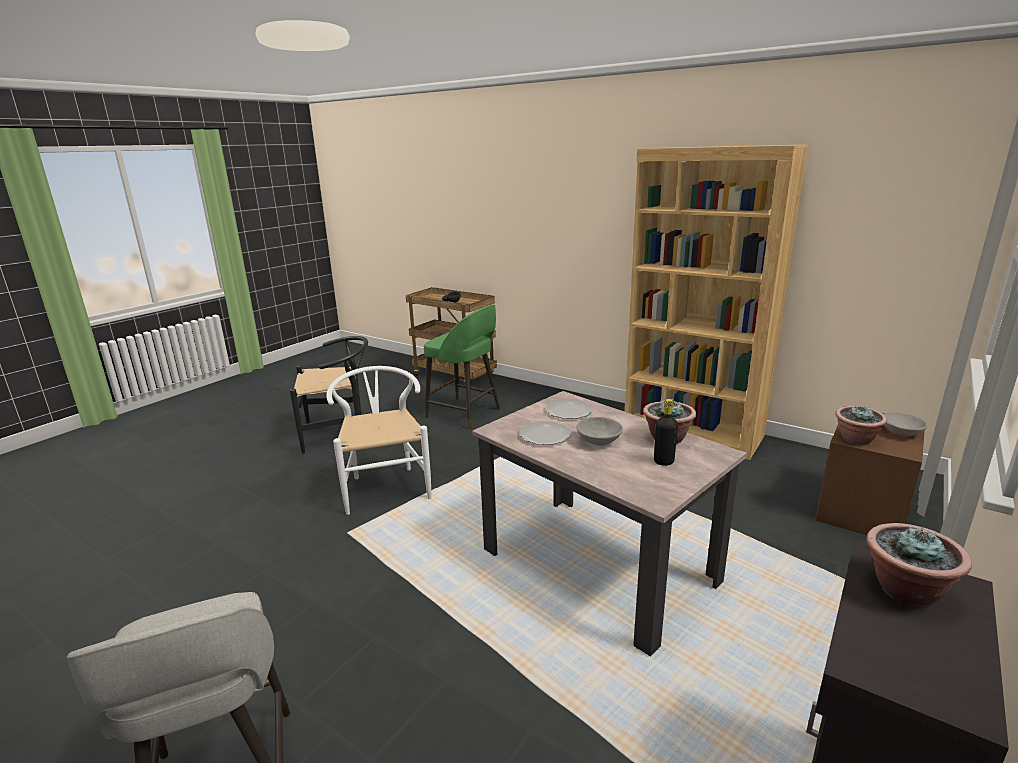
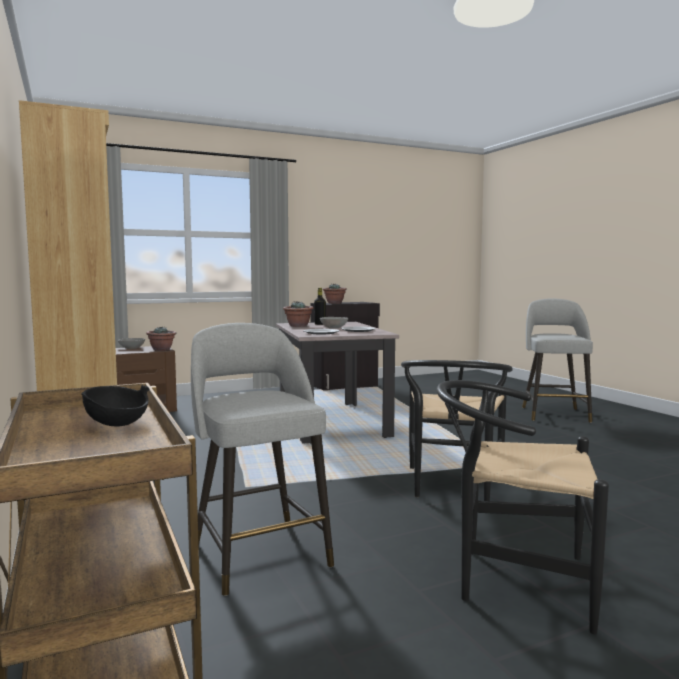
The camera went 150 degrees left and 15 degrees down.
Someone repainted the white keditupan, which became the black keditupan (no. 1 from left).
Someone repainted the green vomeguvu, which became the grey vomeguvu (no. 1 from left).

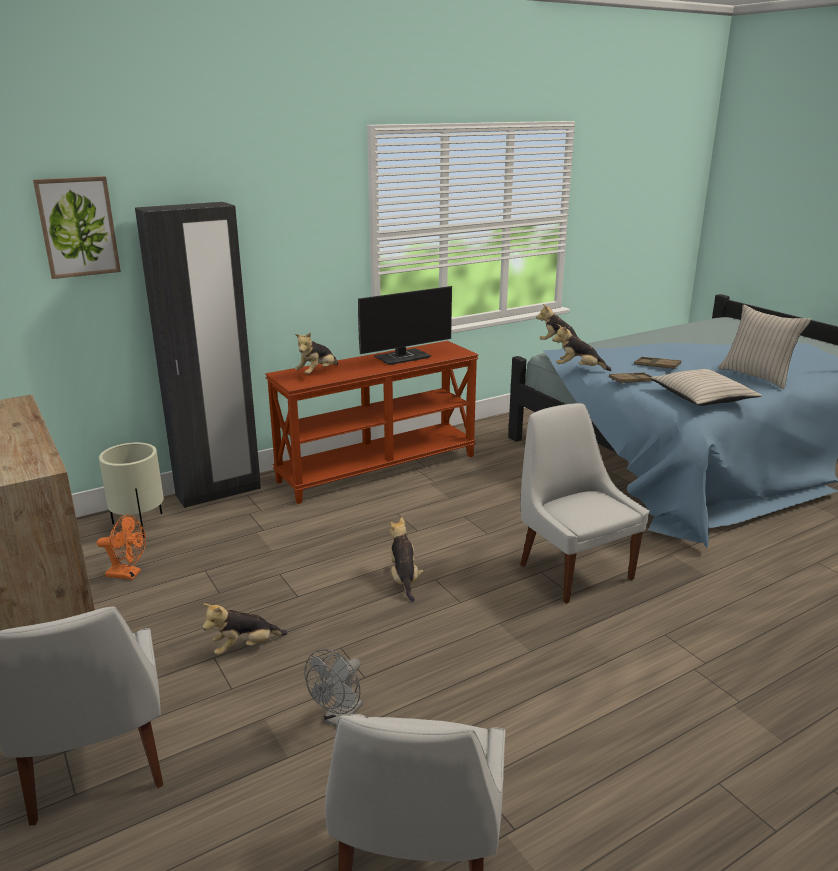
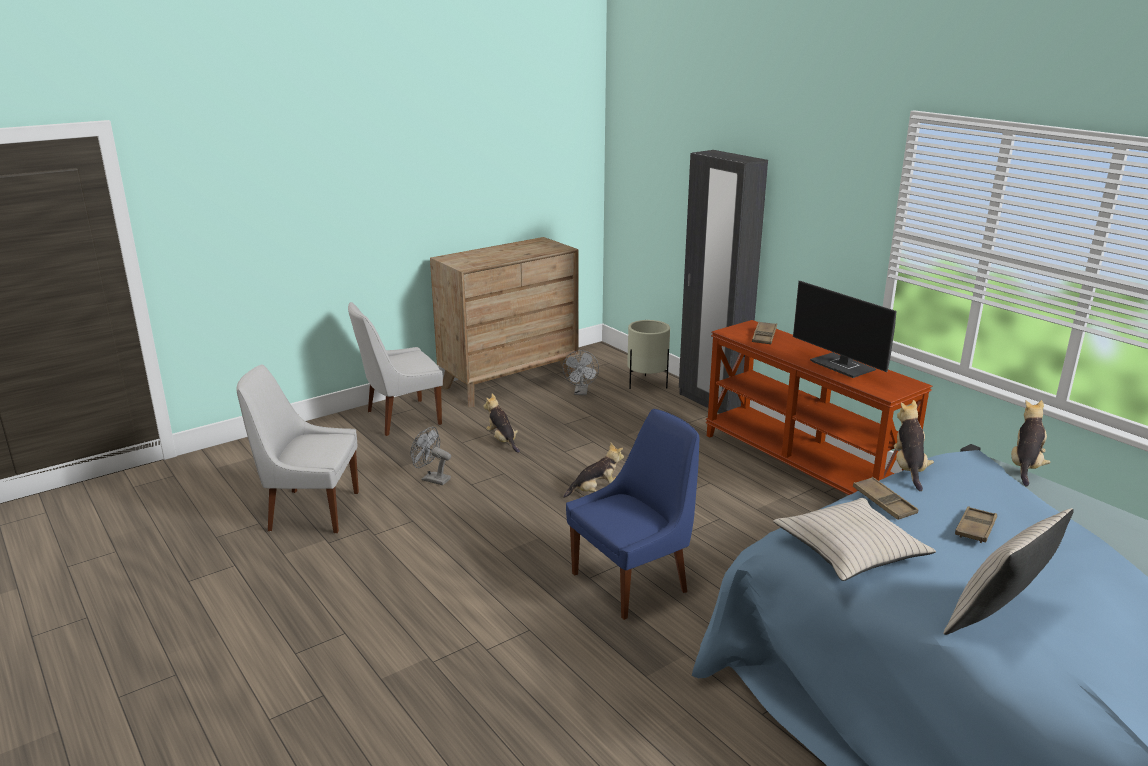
The camera went 85 degrees right and 0 degrees up.
Someone took away the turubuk.
Someone swapped the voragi (no. 2 from left) for the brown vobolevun (no. 1 from left).
Someone repainted the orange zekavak, which became the grey zekavak (no. 2 from left).
Someone repainted the white keditupan (no. 3 from left), which became the blue keditupan.

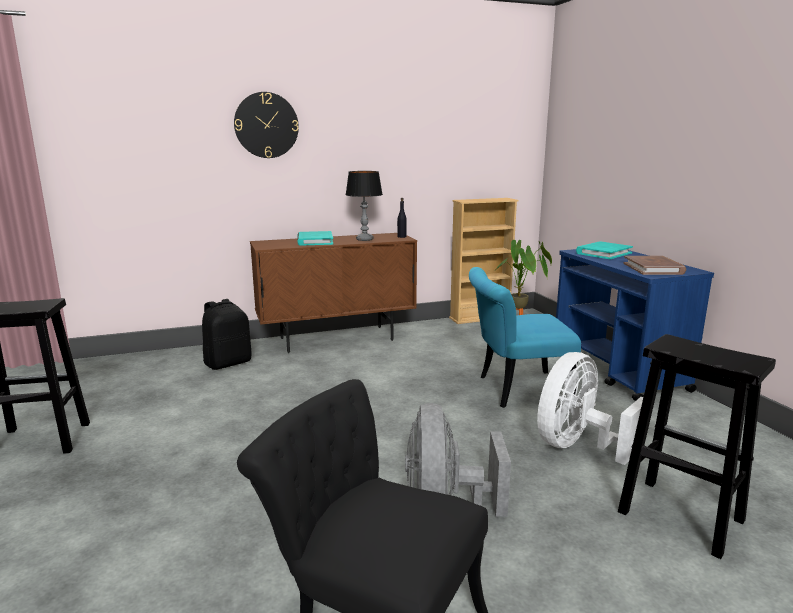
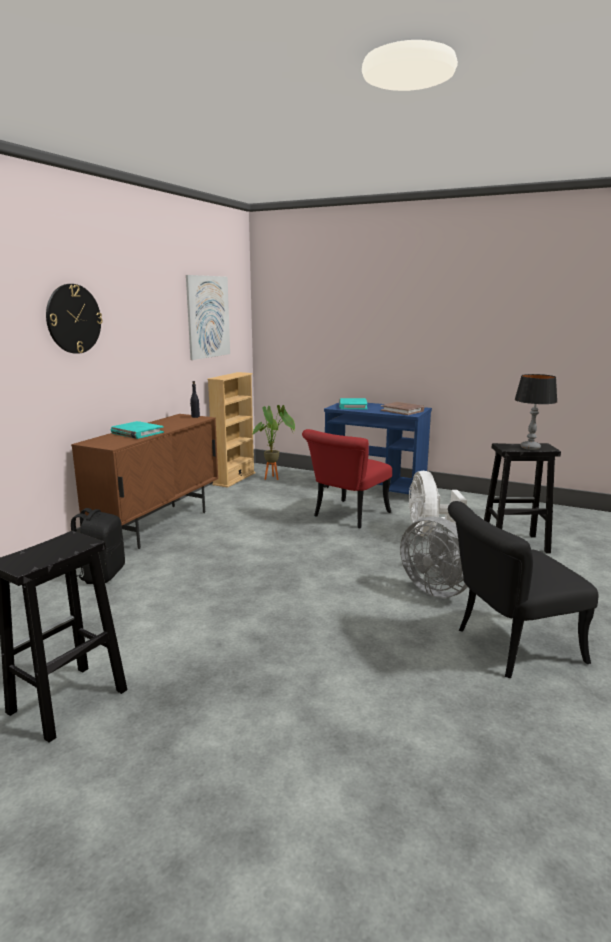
The camera went 45 degrees left and 0 degrees up.
Someone put up the turubuk.
Someone carried the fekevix.
Someone repainted the turquoise keditupan, which became the red keditupan.

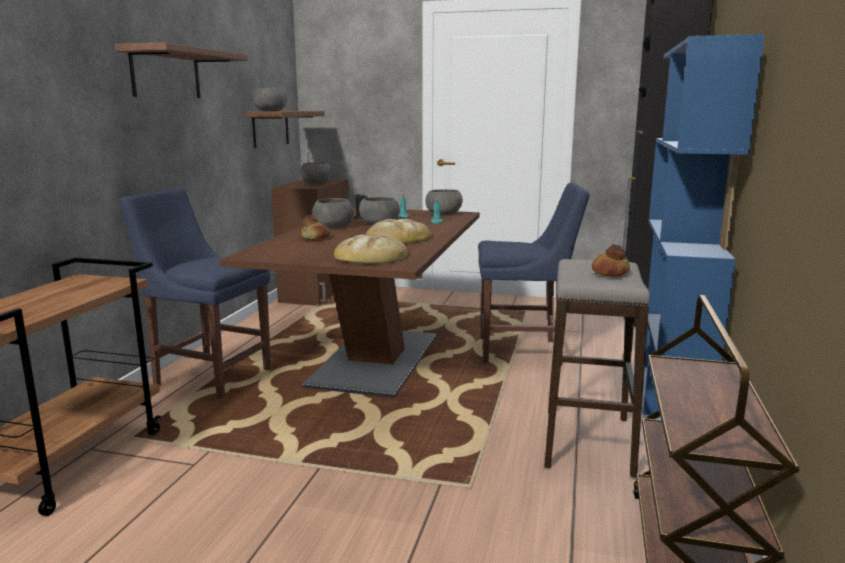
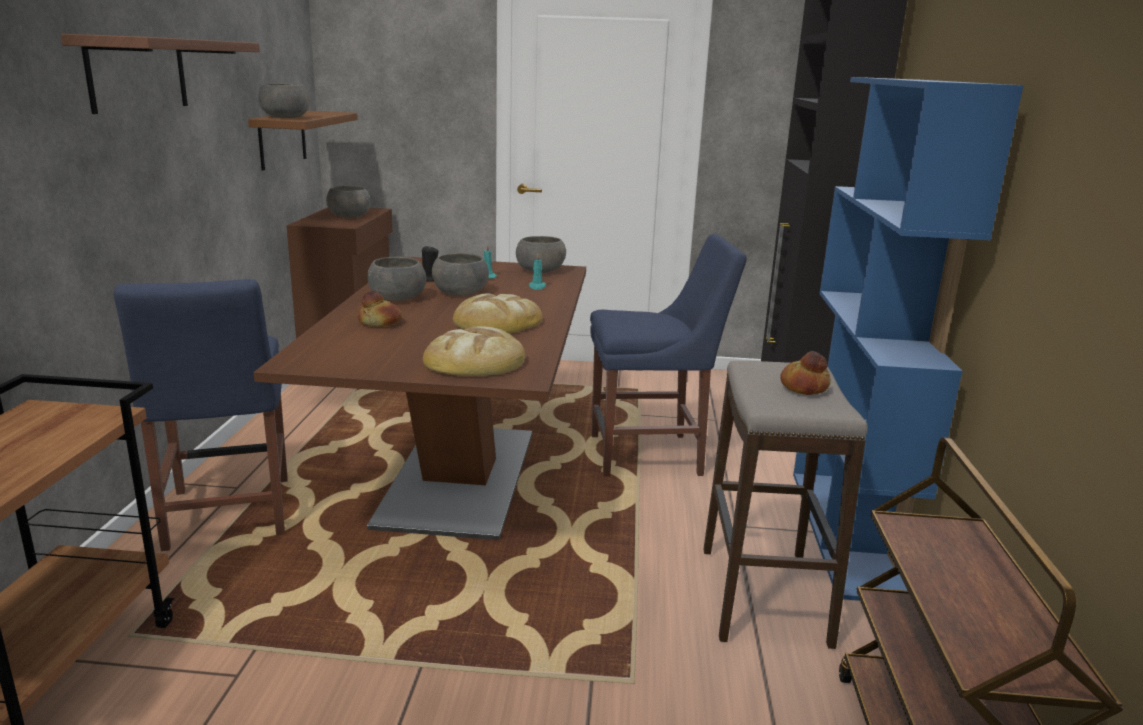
The camera went 10 degrees left and 5 degrees up.
Someone rotated the blue keditupan (no. 1 from left) by 120 degrees counterclockwise.

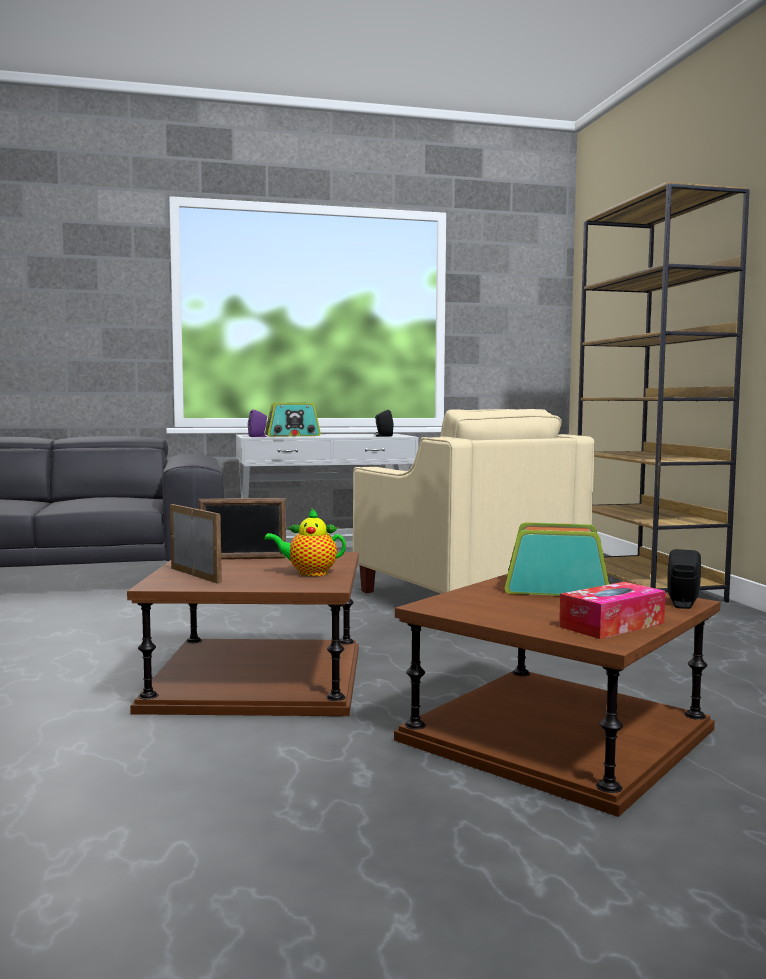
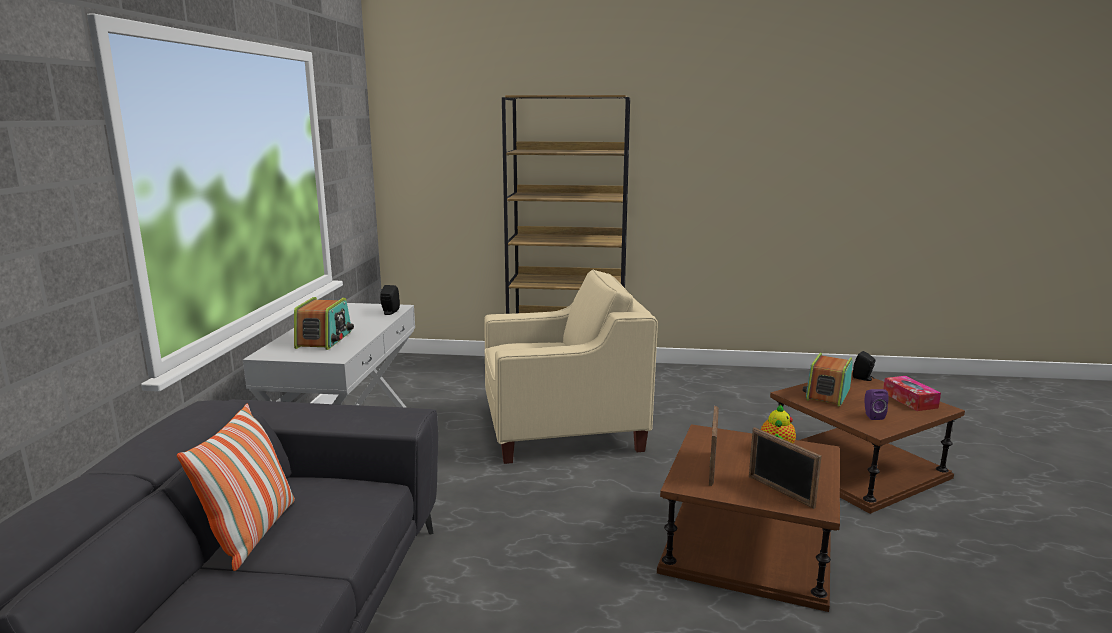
The camera went 70 degrees left and 10 degrees up.
Someone put down the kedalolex.
Someone carried the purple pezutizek.
Someone rotated the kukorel (no. 1 from left in the first image) by 105 degrees counterclockwise.

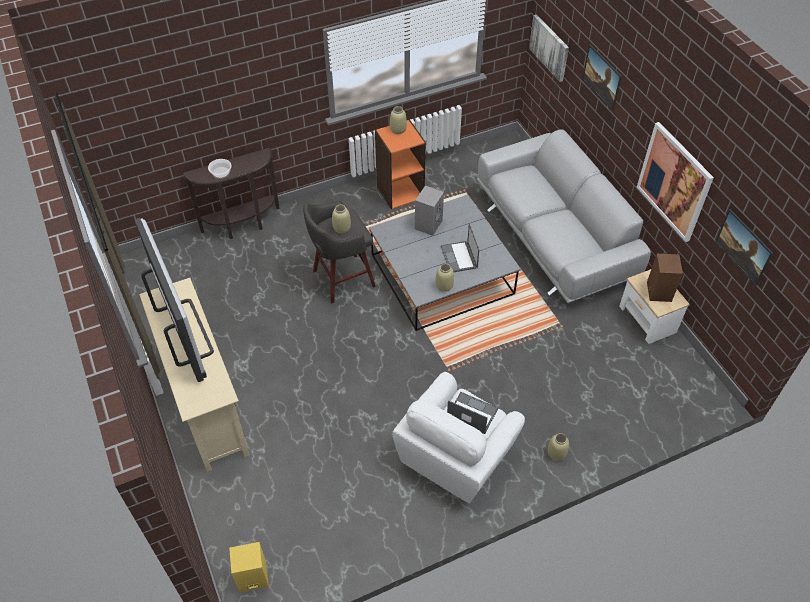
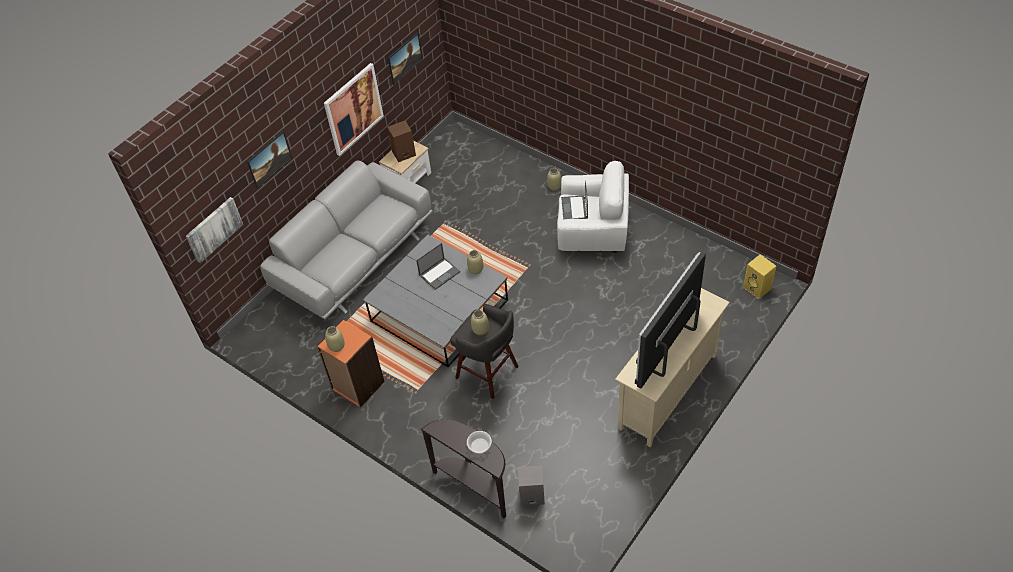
The camera went 115 degrees left and 0 degrees up.
Someone carried the grey pezutizek.

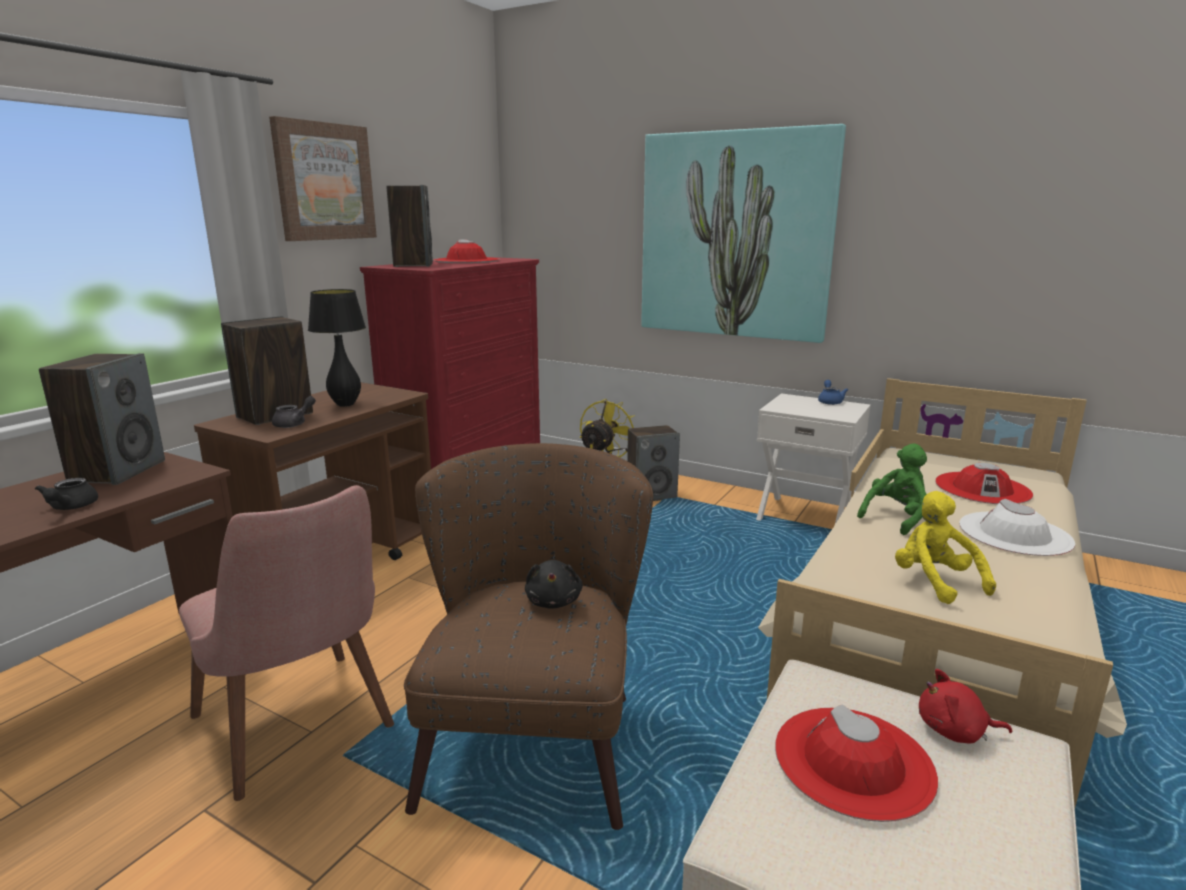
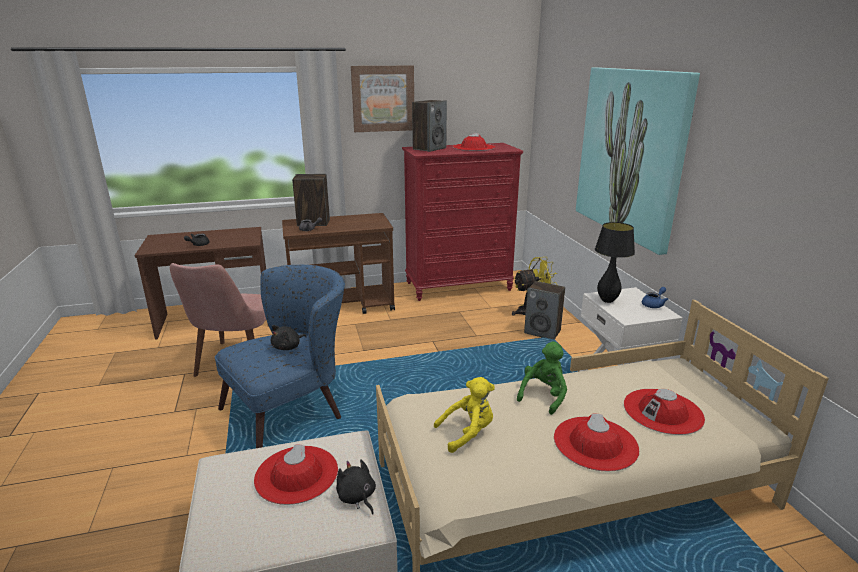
The camera went 45 degrees right and 5 degrees up.
Someone took away the pezutizek (no. 1 from left).
Someone carried the black fekevix.
Someone repainted the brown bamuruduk, which became the blue bamuruduk.
Someone repainted the red voragi, which became the black voragi (no. 2 from left).
Someone repainted the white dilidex, which became the red dilidex (no. 3 from left).
Someone rotated the green voragi by 60 degrees counterclockwise.
Someone rotated the yellow voragi by 45 degrees clockwise.

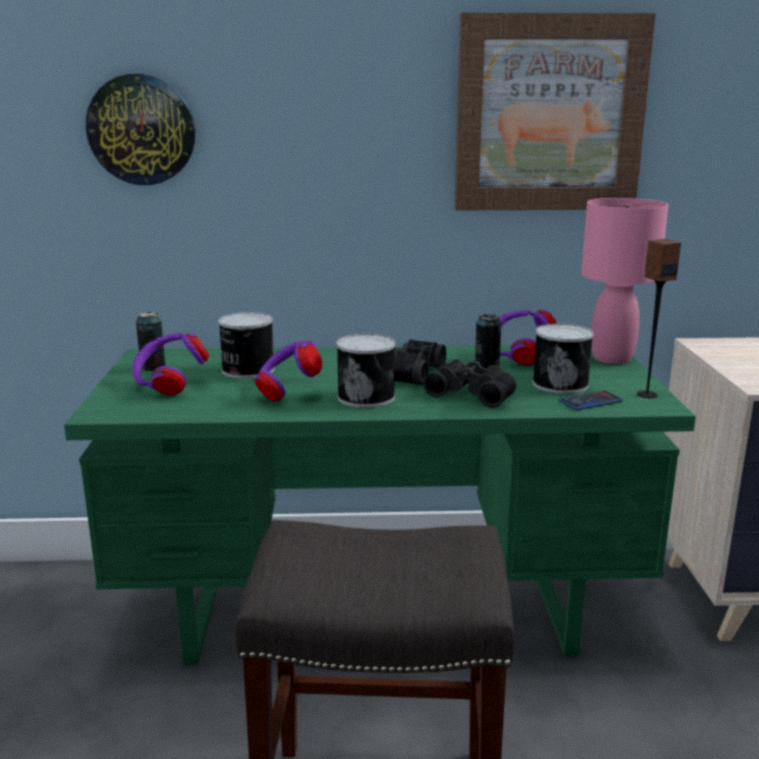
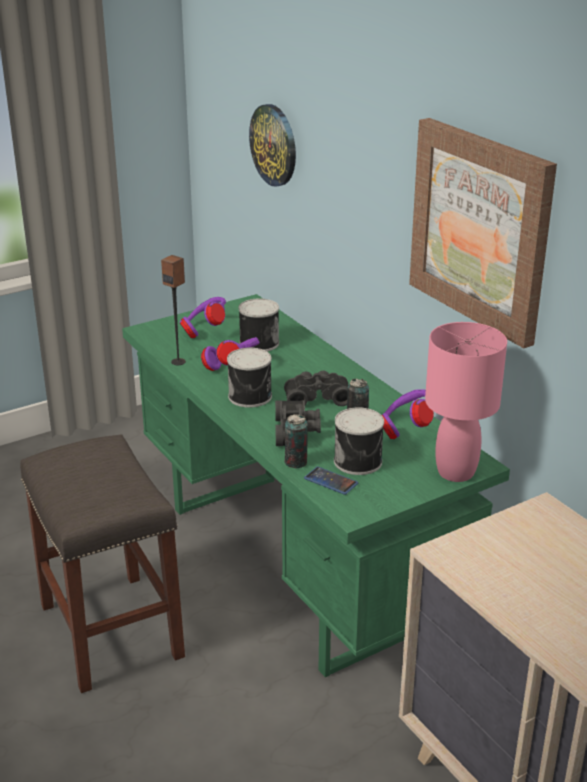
The camera went 60 degrees right and 10 degrees up.
Someone carried the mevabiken (no. 1 from left in the first image).
Someone carried the pezutizek.

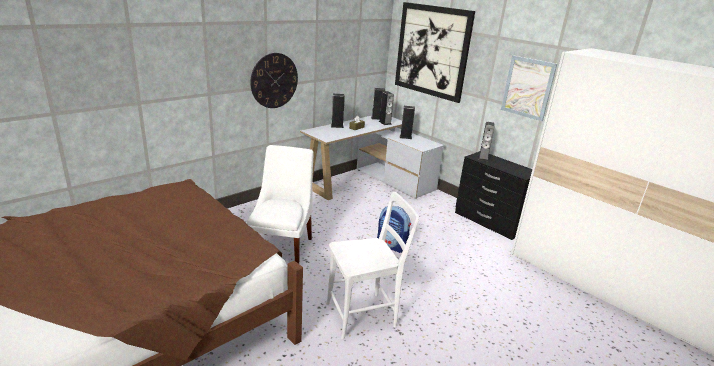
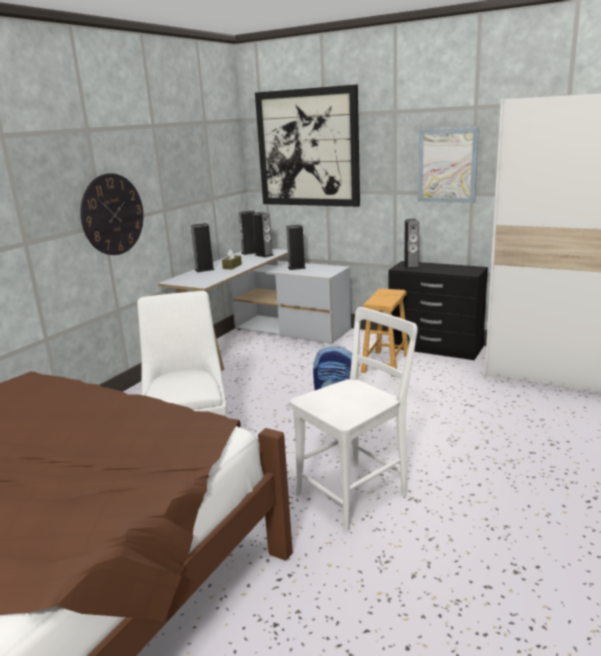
The camera went 15 degrees left and 5 degrees down.
Someone put down the brown vomeguvu.

